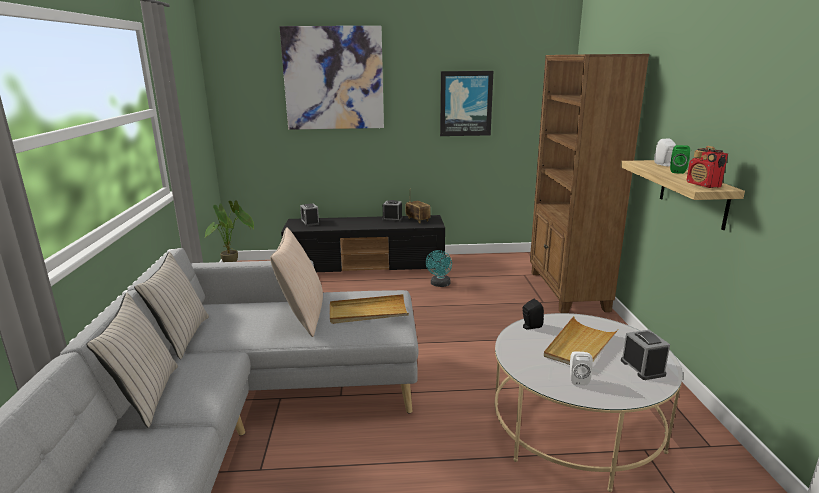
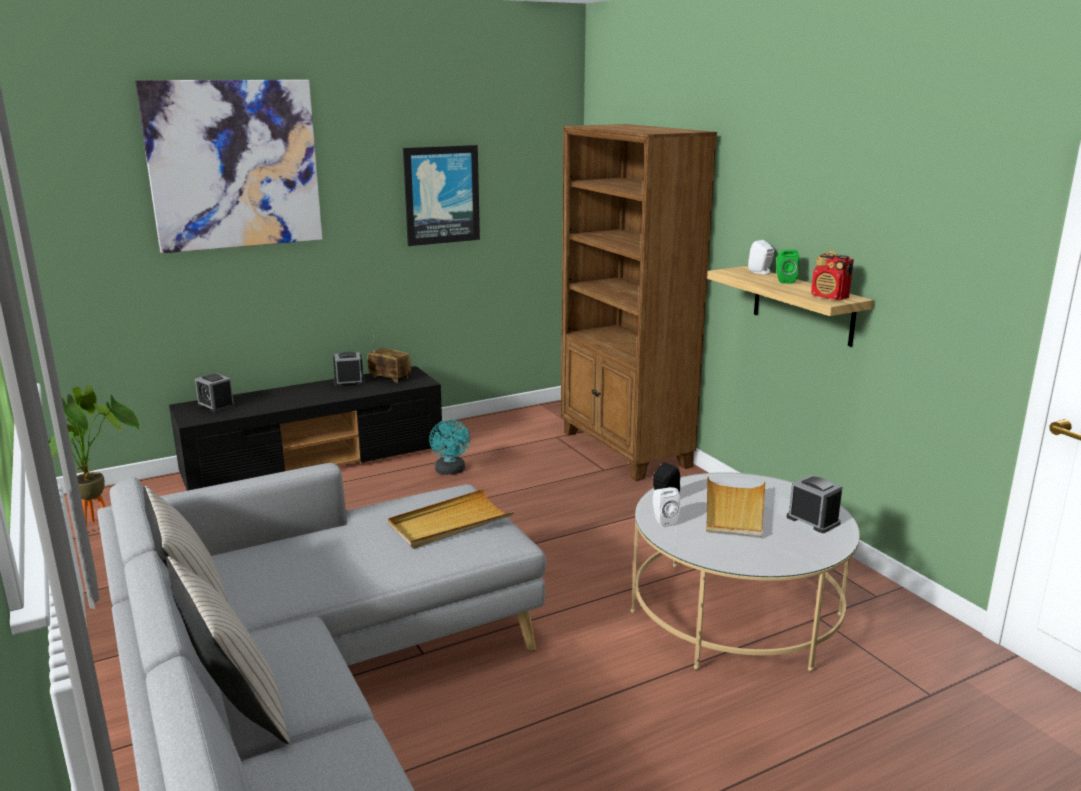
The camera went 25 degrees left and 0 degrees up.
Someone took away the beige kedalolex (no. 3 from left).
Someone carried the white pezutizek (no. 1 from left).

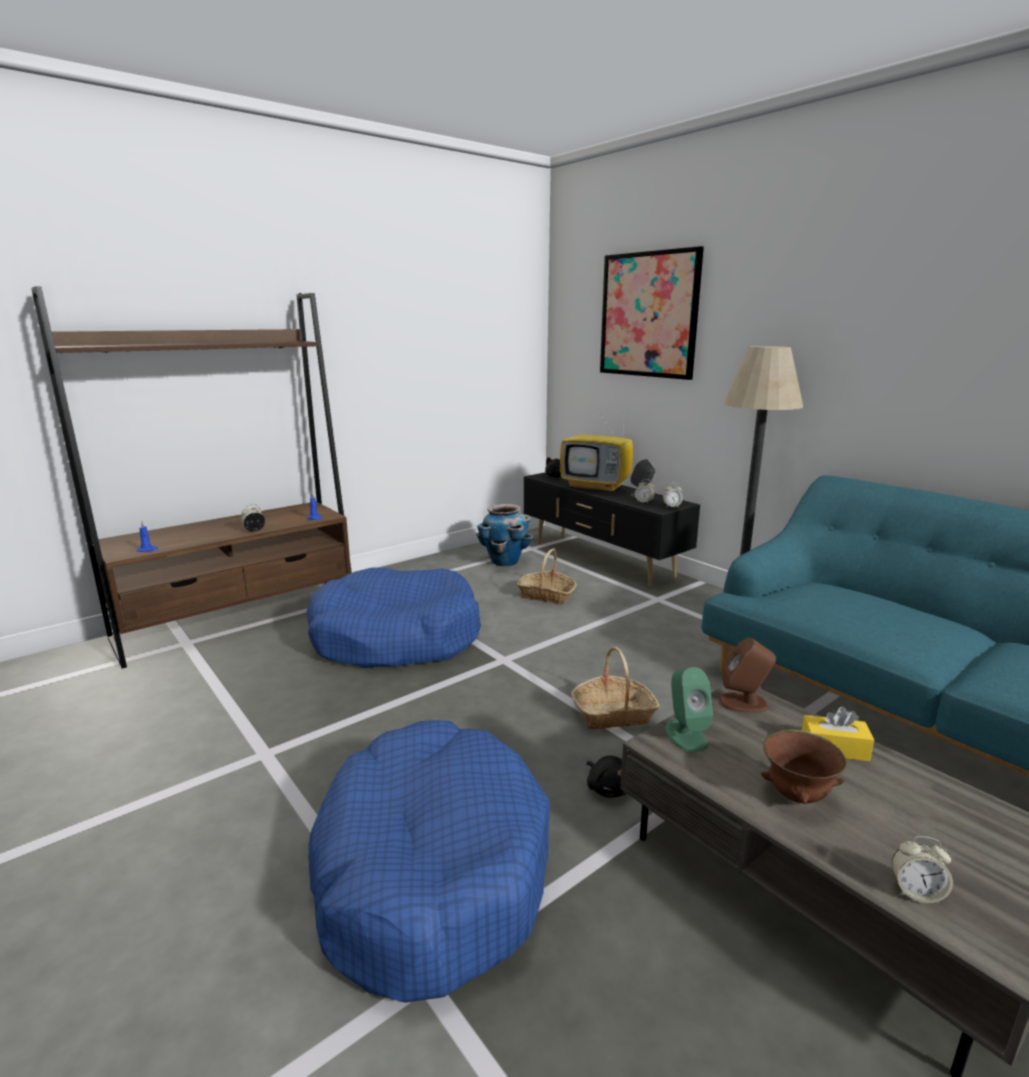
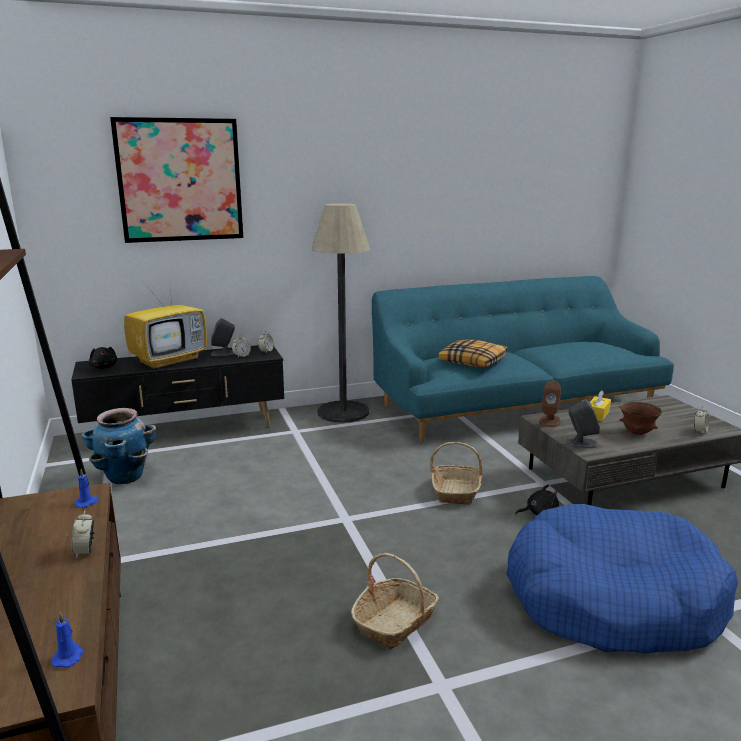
The camera went 70 degrees left and 0 degrees up.
Someone took away the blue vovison (no. 1 from left).
Someone put down the kedalolex.
Someone carried the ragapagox (no. 1 from left).
Someone repainted the green pezutizek, which became the grey pezutizek (no. 2 from left).

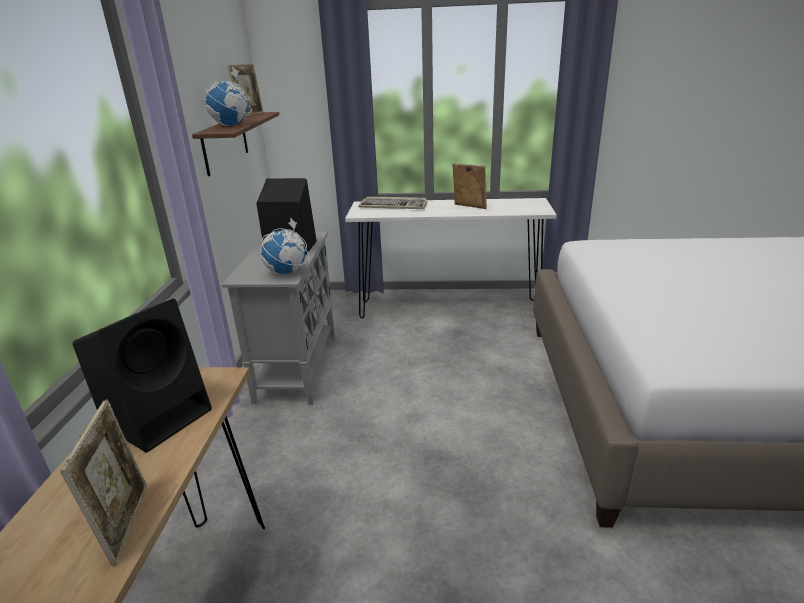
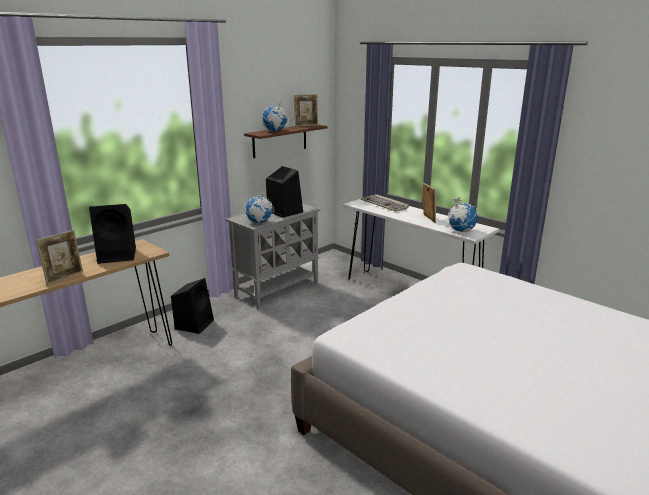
The camera went 40 degrees right and 5 degrees down.
Someone put down the black pezutizek (no. 2 from left).
Someone put down the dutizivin (no. 3 from left).

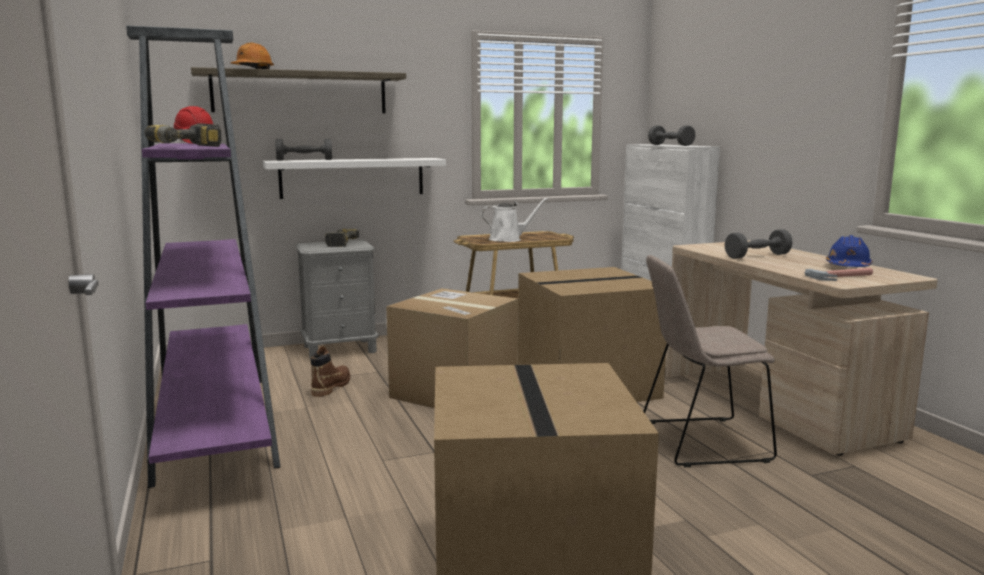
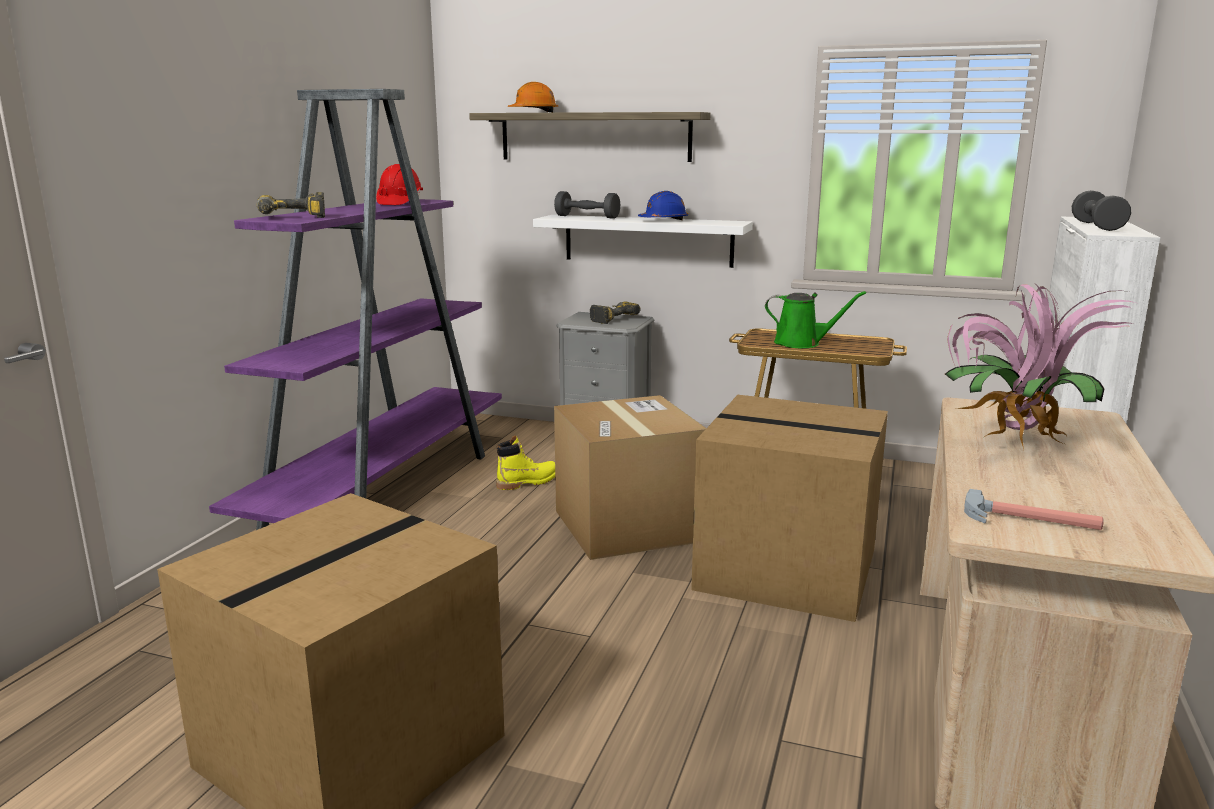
The camera went 40 degrees right and 5 degrees up.
Someone took away the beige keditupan.
Someone carried the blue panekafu.
Someone swapped the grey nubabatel (no. 3 from left) for the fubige.
Someone repainted the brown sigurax, which became the yellow sigurax.
Someone repainted the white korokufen, which became the green korokufen.

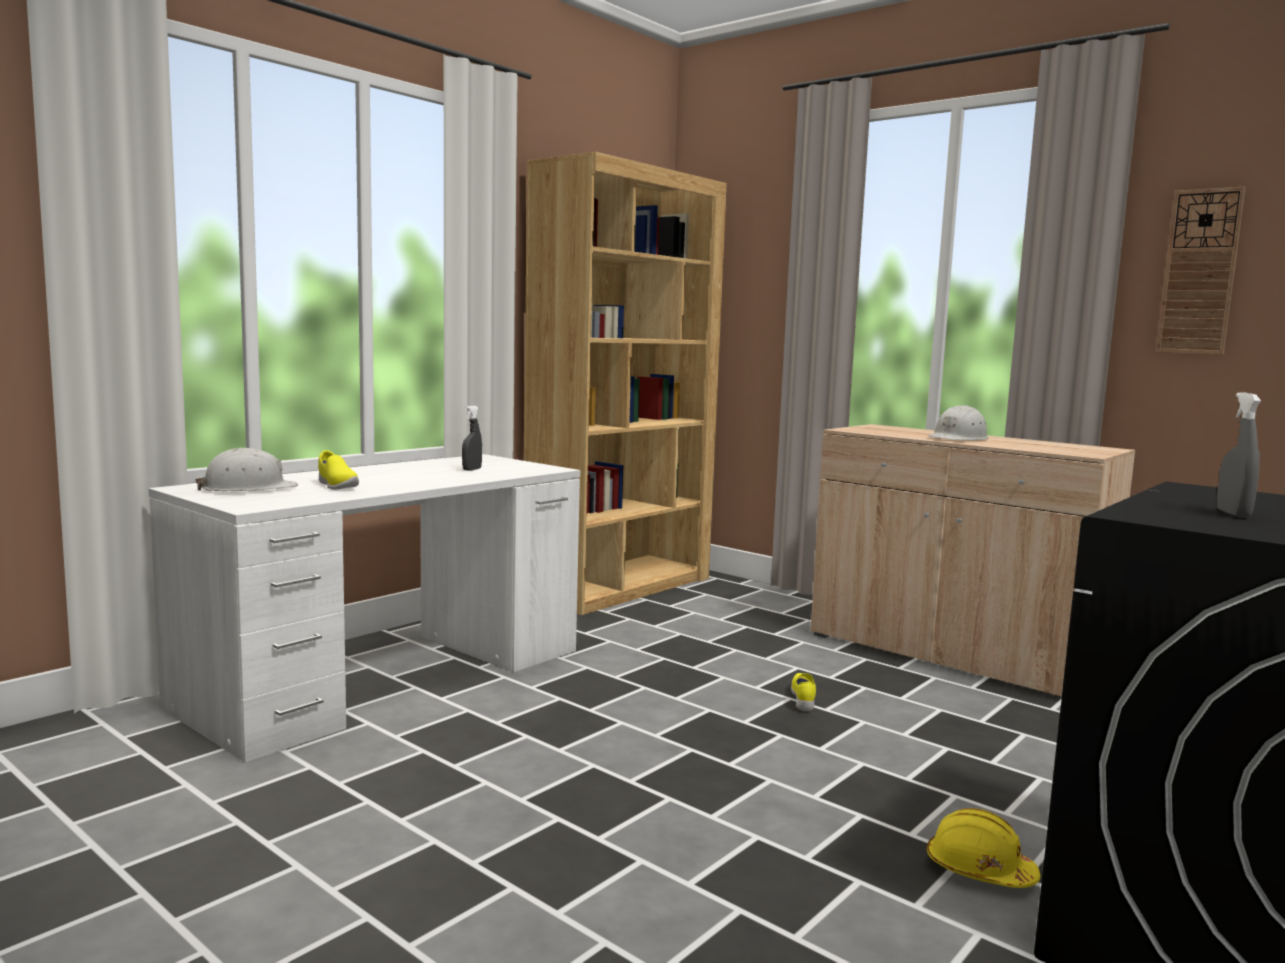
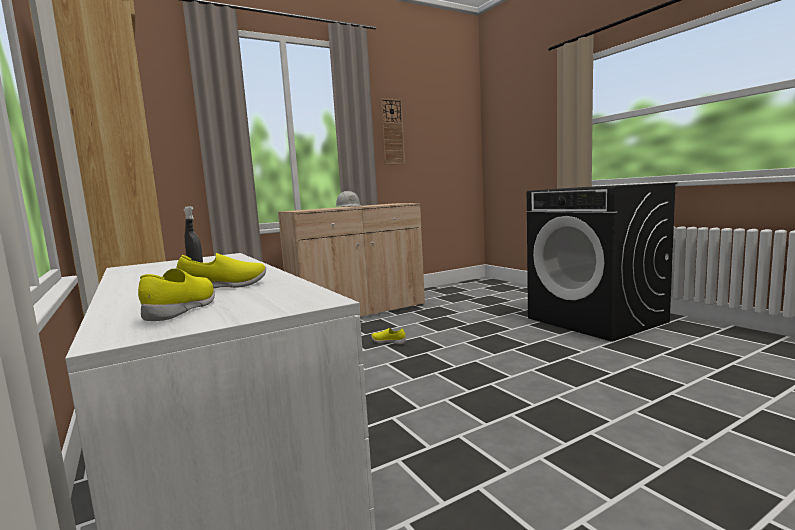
The camera went 70 degrees left and 0 degrees up.
Someone took away the yellow panekafu.
Someone took away the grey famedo (no. 2 from left).
Someone swapped the white panekafu (no. 1 from left) for the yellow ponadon (no. 1 from left).

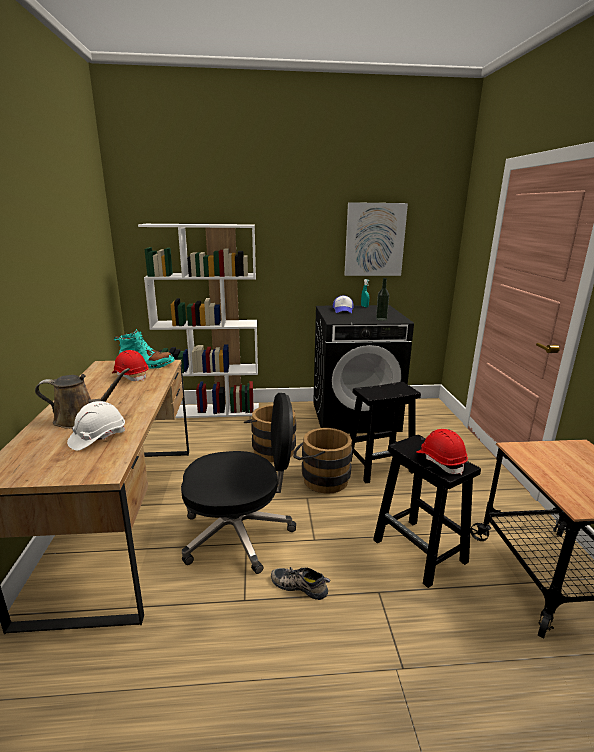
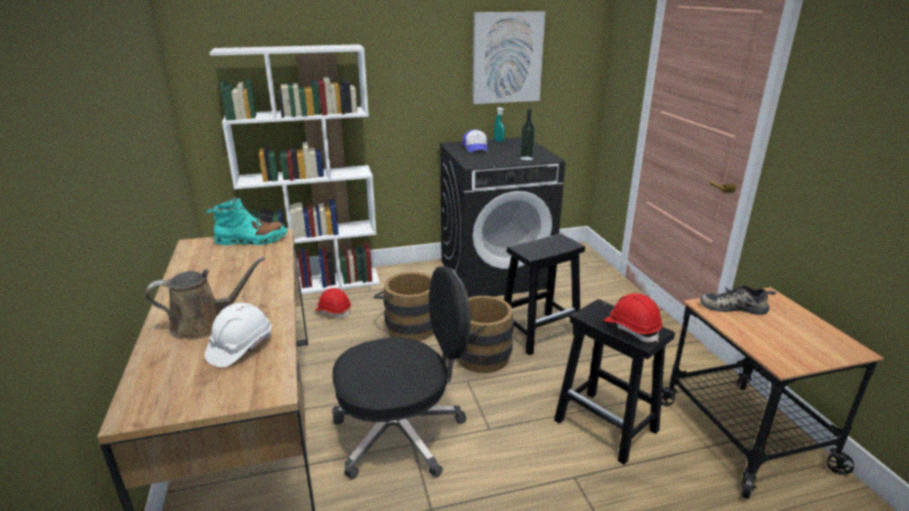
The camera went 10 degrees left and 5 degrees up.
Someone carried the red panekafu (no. 1 from left).
Someone carried the ponadon.

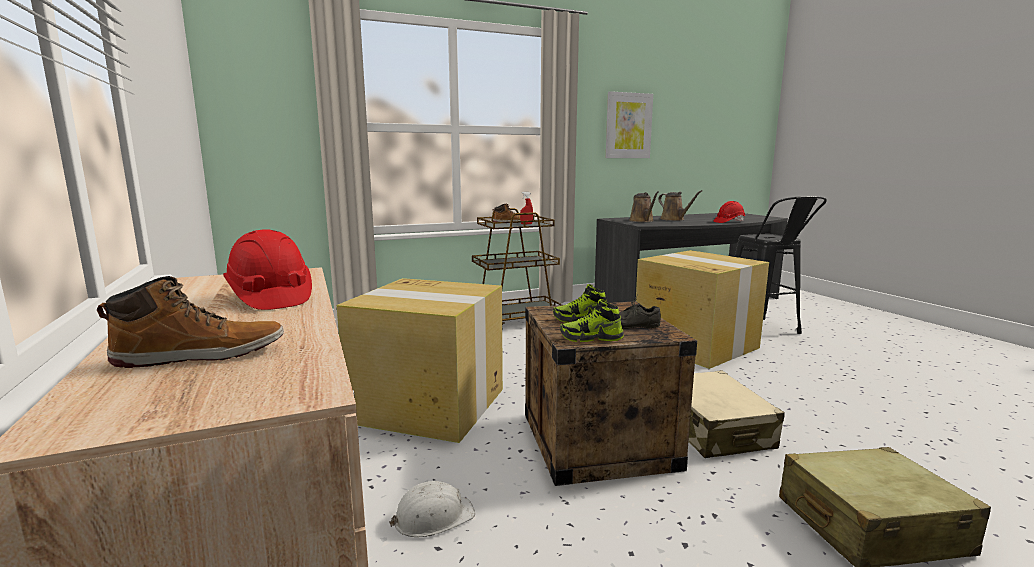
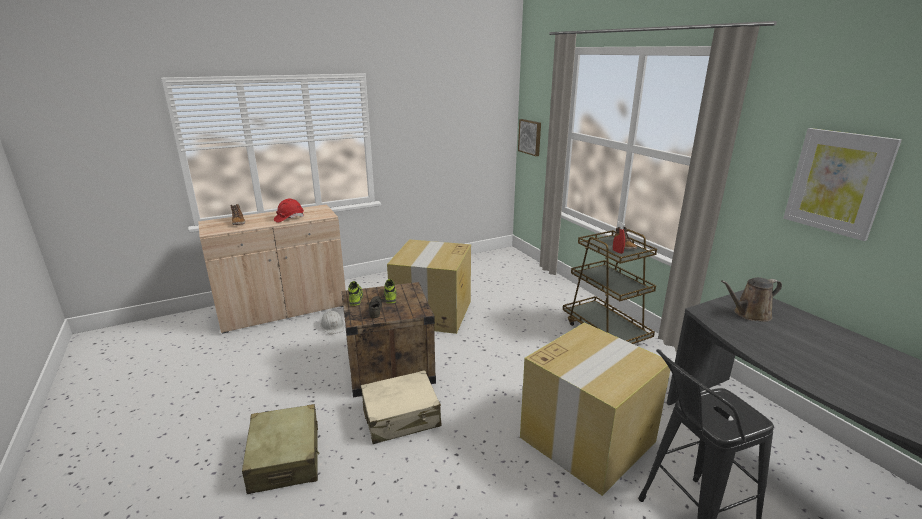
The camera went 85 degrees right and 10 degrees up.
Someone took away the brown korokufen (no. 2 from left).
Someone took away the red panekafu (no. 2 from left).
Someone put up the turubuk (no. 1 from left).

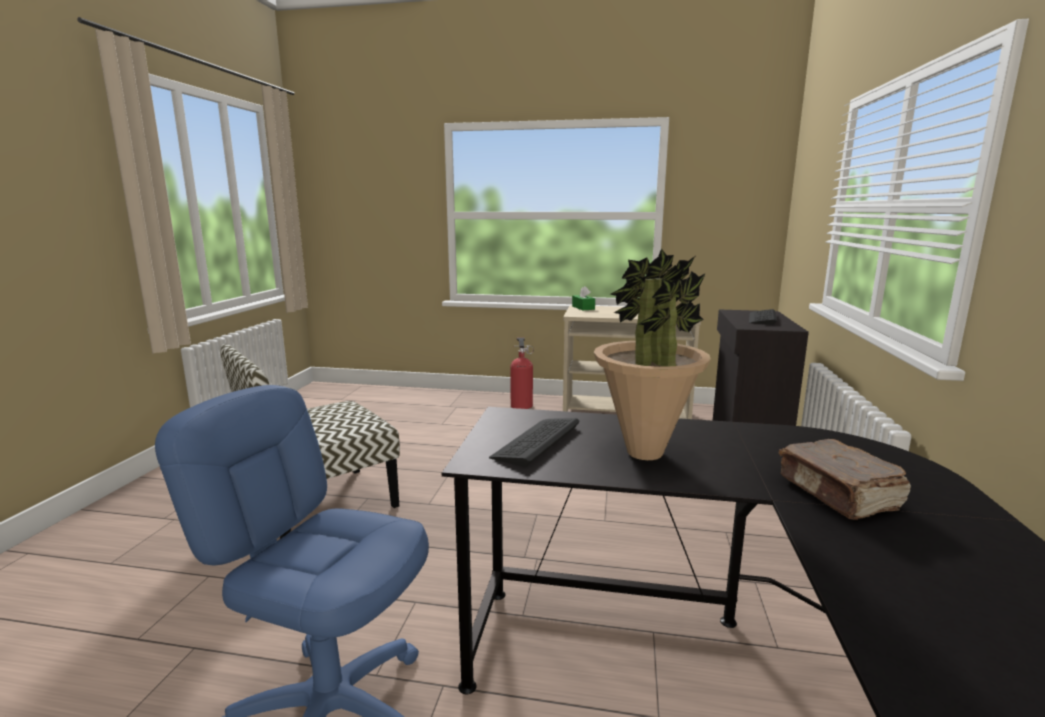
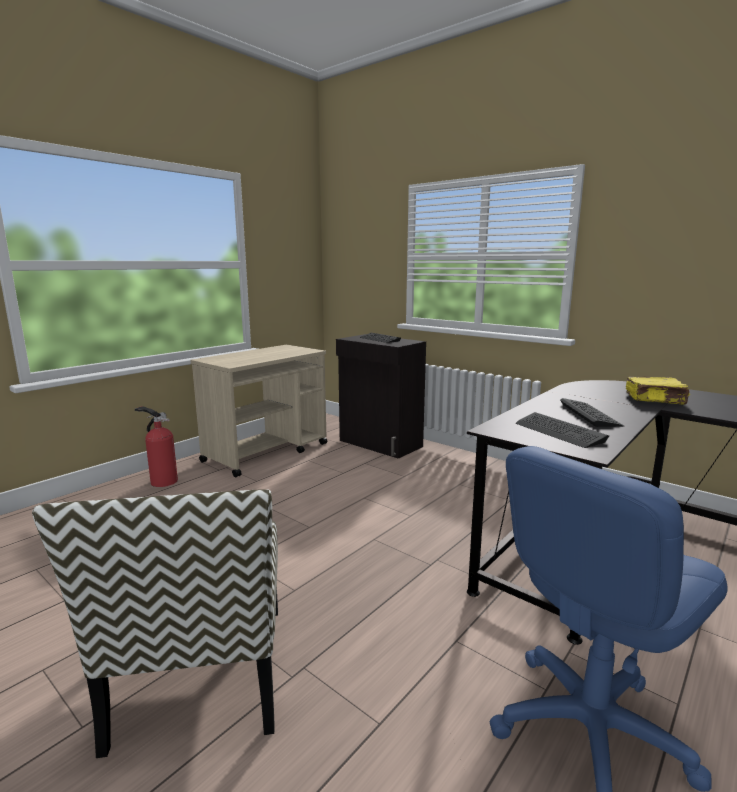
The camera went 60 degrees left and 0 degrees up.
Someone took away the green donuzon.
Someone swapped the fubige for the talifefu (no. 3 from left).
Someone repainted the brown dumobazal, which became the yellow dumobazal.

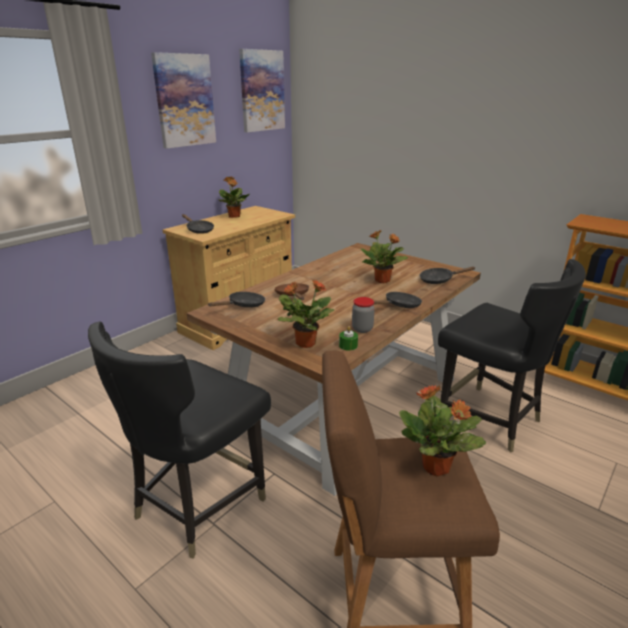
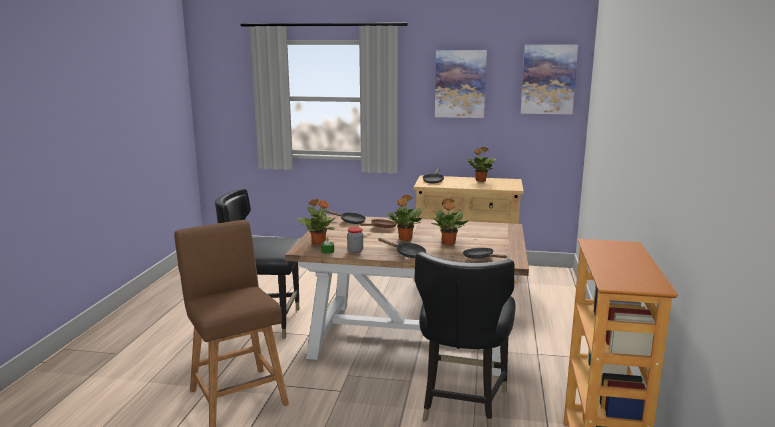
The camera went 60 degrees right and 10 degrees down.
Someone carried the fubige (no. 4 from left in the first image).

